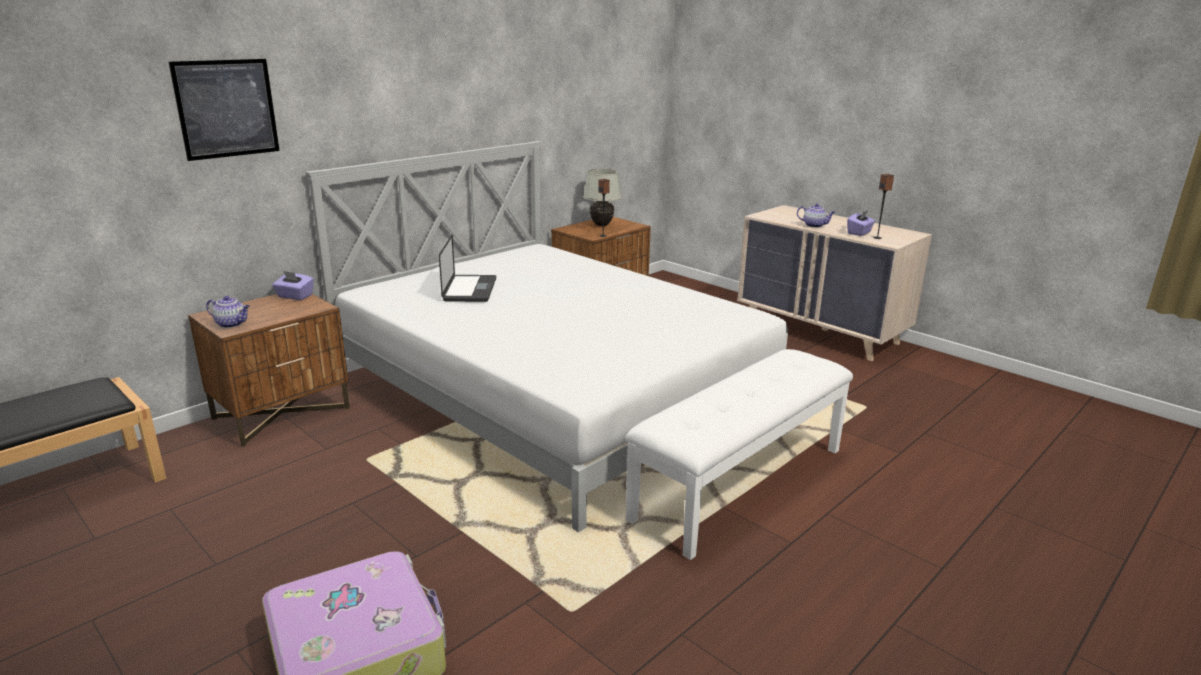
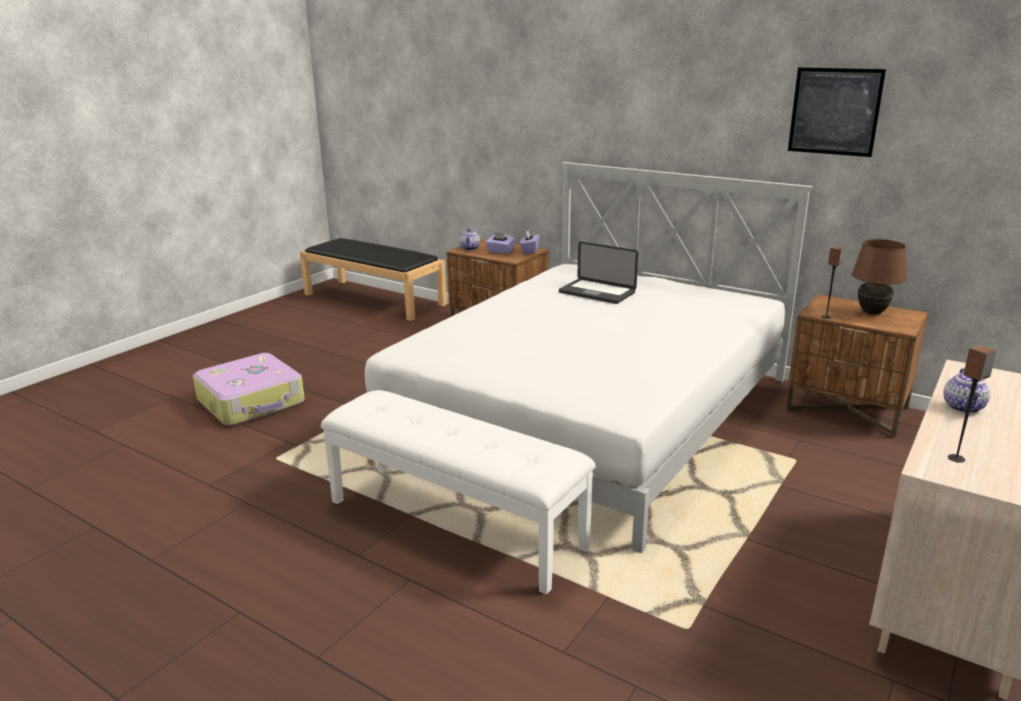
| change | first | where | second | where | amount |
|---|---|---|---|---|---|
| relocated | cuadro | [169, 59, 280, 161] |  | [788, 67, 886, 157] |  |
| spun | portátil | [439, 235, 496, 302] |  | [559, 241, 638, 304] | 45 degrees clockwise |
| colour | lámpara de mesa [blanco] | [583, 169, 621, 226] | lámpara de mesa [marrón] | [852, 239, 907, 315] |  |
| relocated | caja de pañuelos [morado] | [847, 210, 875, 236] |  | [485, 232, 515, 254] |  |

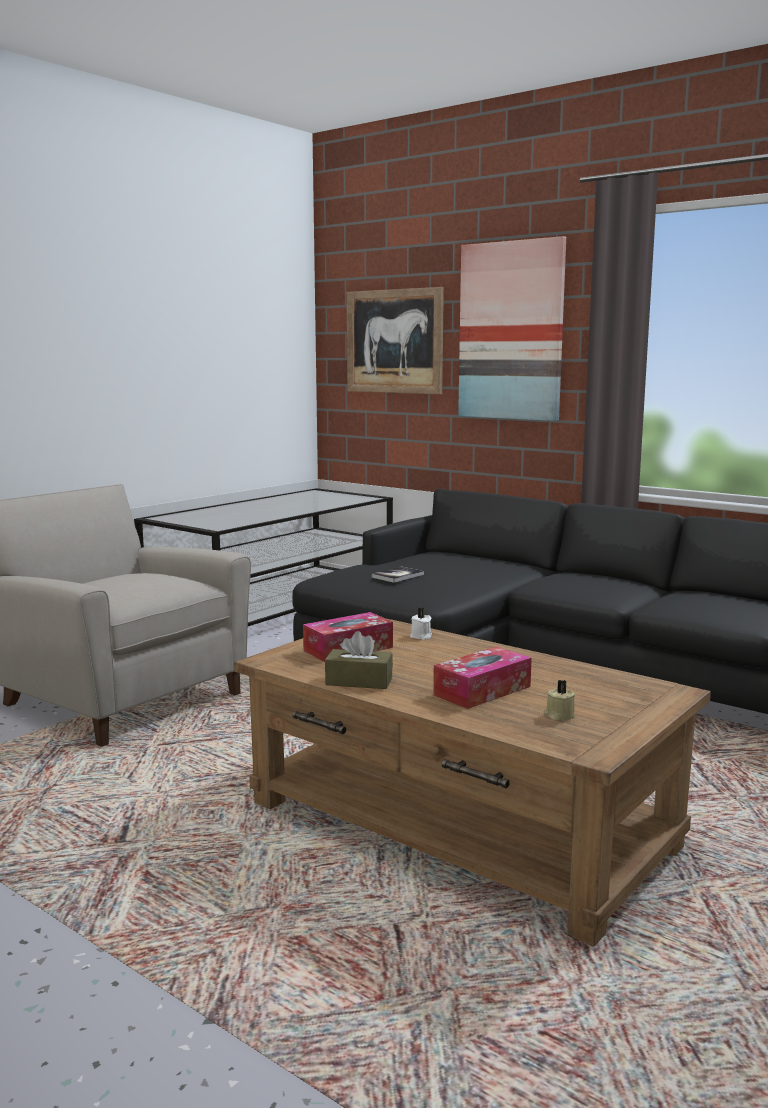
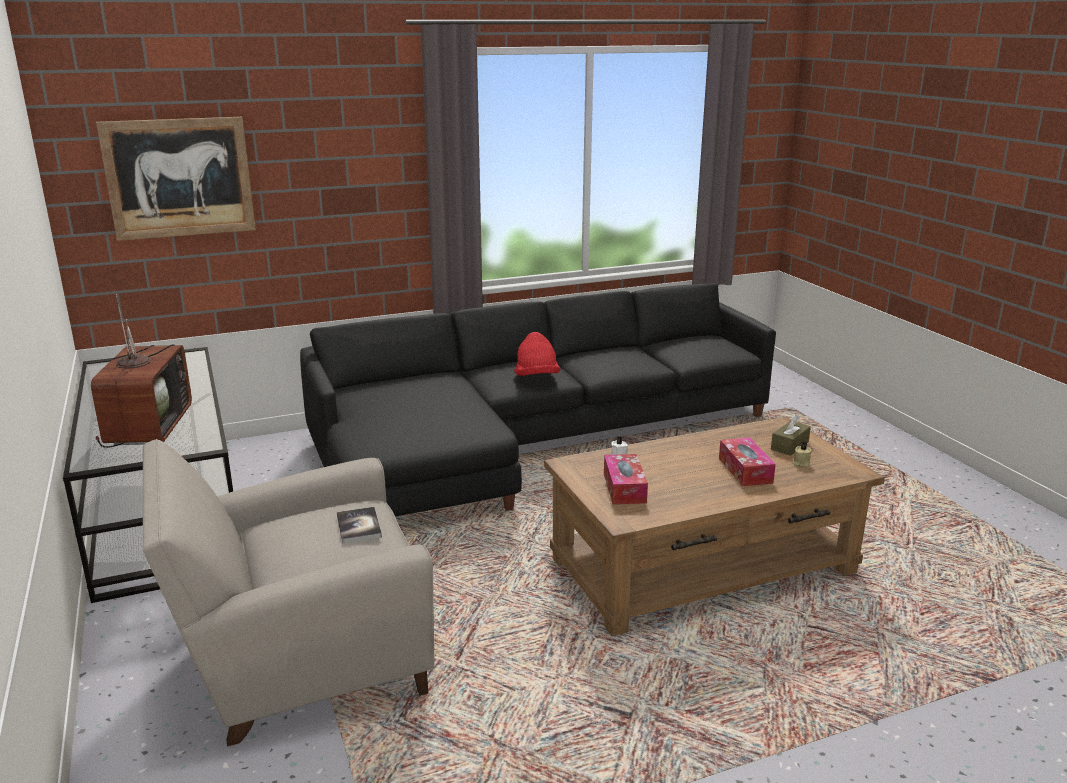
| change | first | where | second | where | amount |
|---|---|---|---|---|---|
| relocated | caja de pañuelos [marrón] | [325, 631, 393, 689] |  | [771, 414, 811, 456] |  |
| relocated | libro | [371, 566, 424, 583] |  | [337, 507, 382, 543] |  |
| missing | cuadro | [458, 236, 566, 421] |  |  |  |
| appeared |  |  | televisor | [91, 294, 192, 448] |  |
| appeared |  |  | sombrero [rojo] | [514, 332, 561, 376] |  |

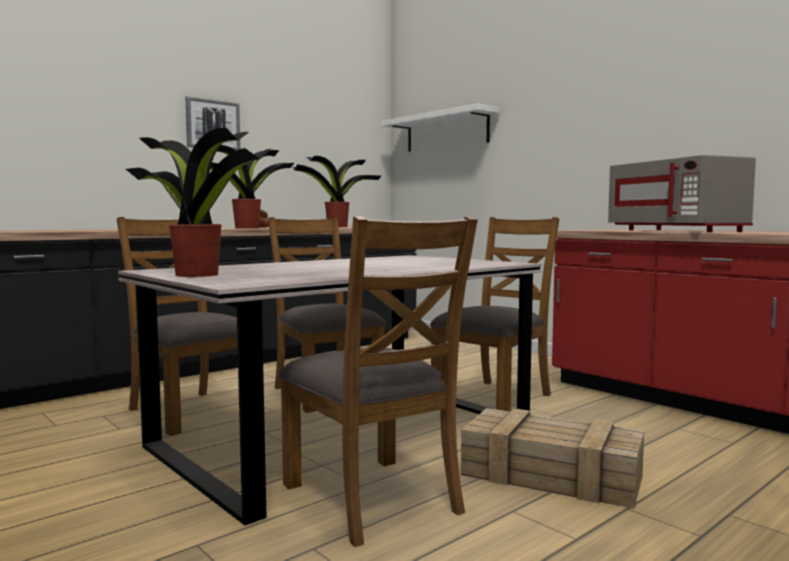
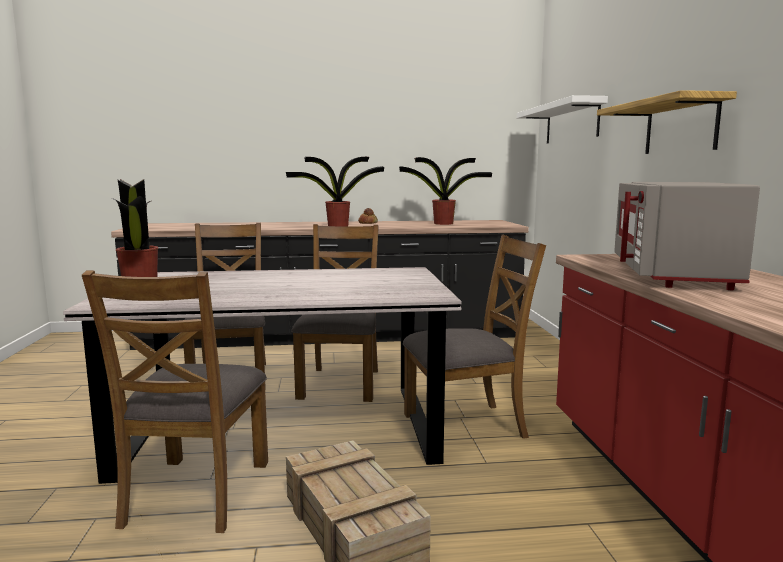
| change | first | where | second | where | amount |
|---|---|---|---|---|---|
| missing | cuadro | [186, 96, 240, 151] |  |  |  |
| appeared |  |  | estante | [597, 90, 737, 154] |  |

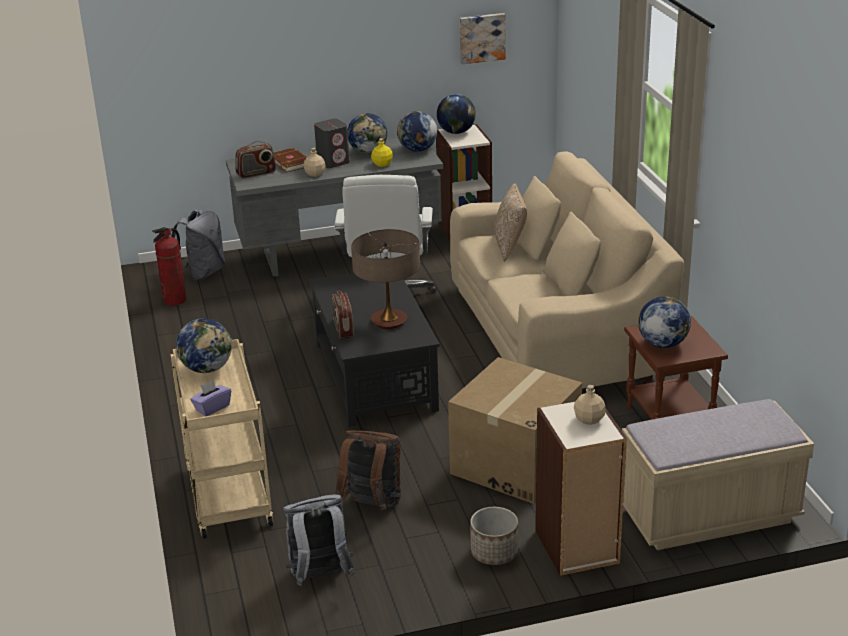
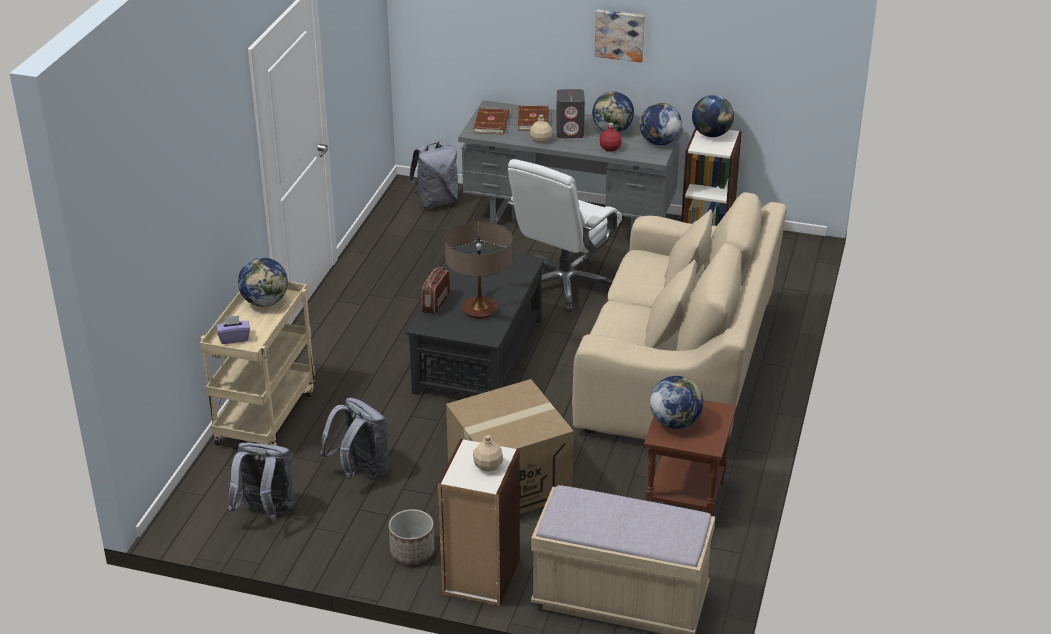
| change | first | where | second | where | amount |
|---|---|---|---|---|---|
| missing | extintor | [152, 227, 186, 306] |  |  |  |
| exchanged | radio | [235, 141, 276, 178] | libro [marrón] | [474, 108, 509, 134] |  |
| colour | mochila [marrón] | [336, 430, 401, 512] | mochila [gris] | [320, 398, 389, 479] |  |
| colour | botella [amarillo] | [371, 138, 393, 167] | botella [rojo] | [600, 123, 622, 152] |  |
| relocated | cuadro | [460, 13, 506, 64] |  | [594, 10, 645, 62] |  |
| missing | cojín | [494, 183, 527, 261] |  |  |  |

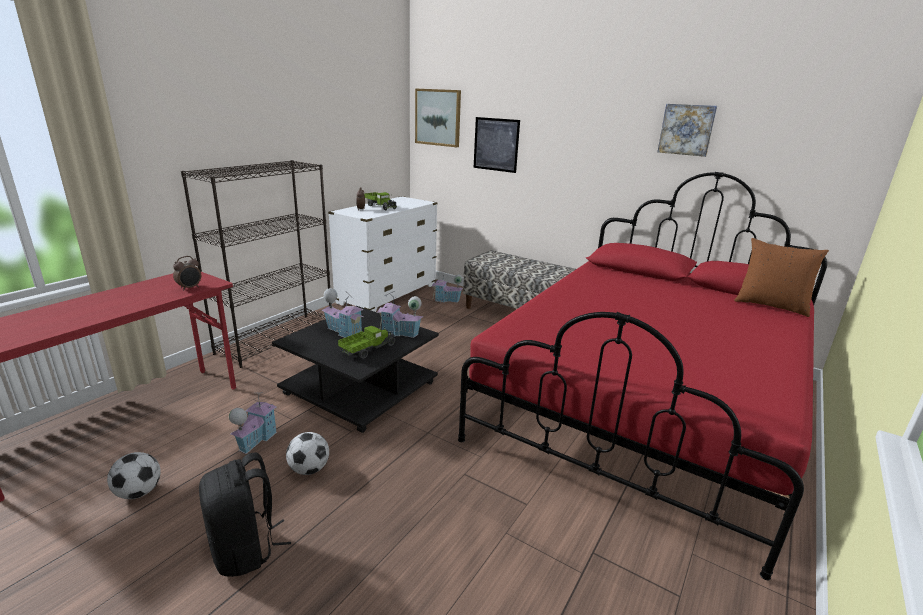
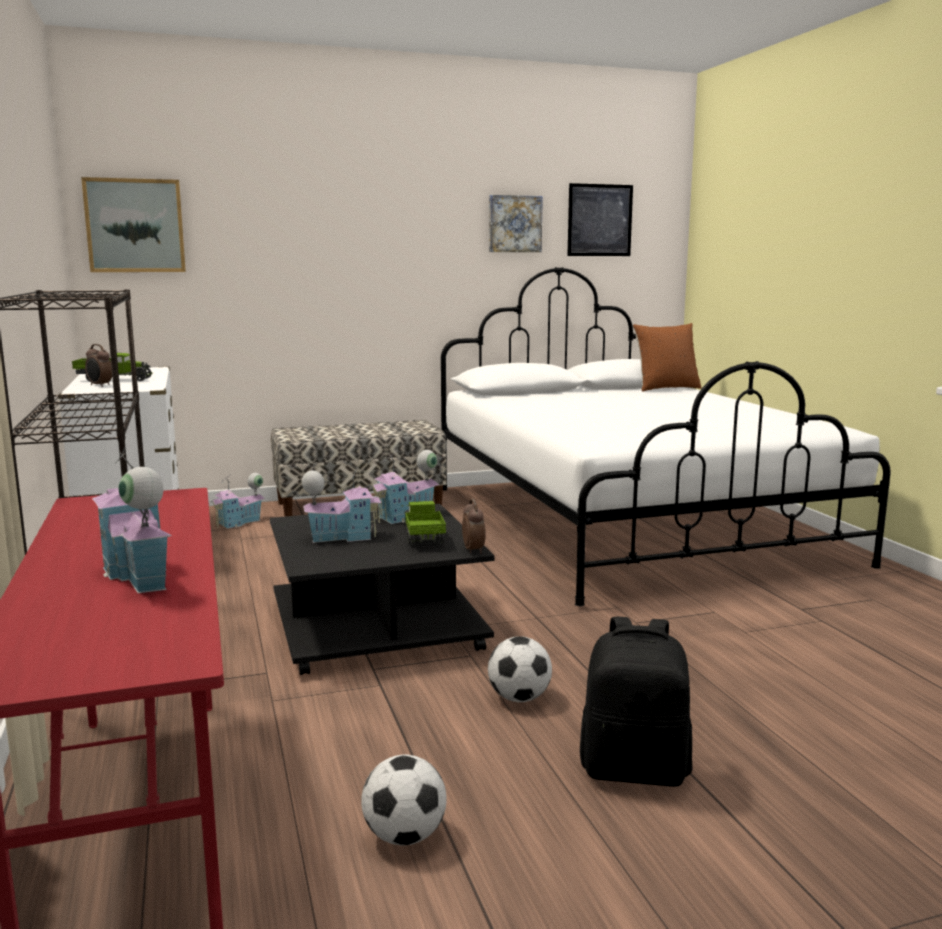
| change | first | where | second | where | amount |
|---|---|---|---|---|---|
| relocated | despertador | [173, 256, 201, 291] |  | [462, 499, 485, 554] |  |
| relocated | casita | [229, 391, 277, 454] |  | [92, 448, 172, 593] |  |
| colour | cama [rojo] | [458, 172, 827, 580] | cama [blanco] | [441, 267, 890, 606] |  |
| relocated | cuadro | [474, 117, 520, 173] |  | [567, 183, 633, 256] |  |

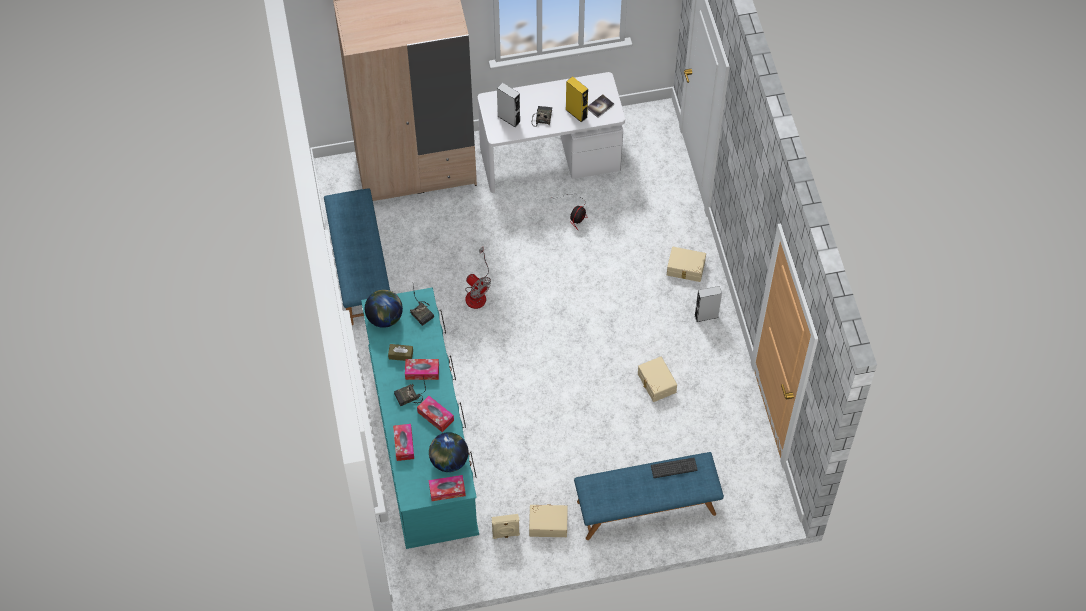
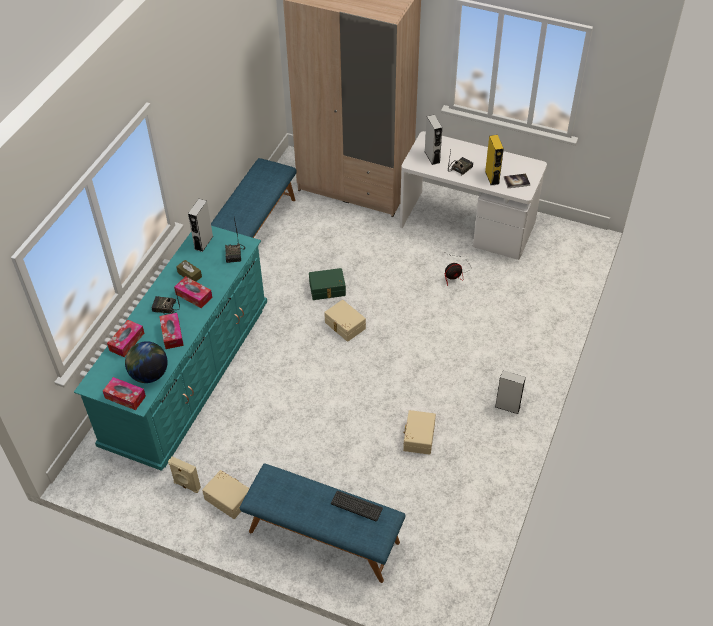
| change | first | where | second | where | amount |
|---|---|---|---|---|---|
| exchanged | globo terráqueo | [365, 290, 403, 328] | altavoz [gris] | [188, 199, 213, 252] |  |
| exchanged | ventilador | [465, 247, 491, 309] | caja de almacenaje [verde] | [309, 268, 346, 300] |  |
| relocated | caja de almacenaje [beis] | [667, 247, 706, 282] |  | [324, 300, 366, 342] |  |

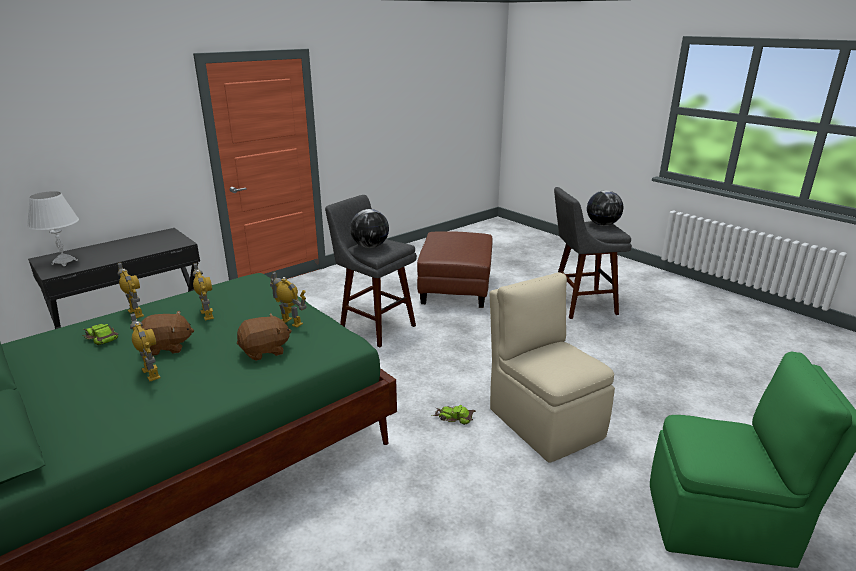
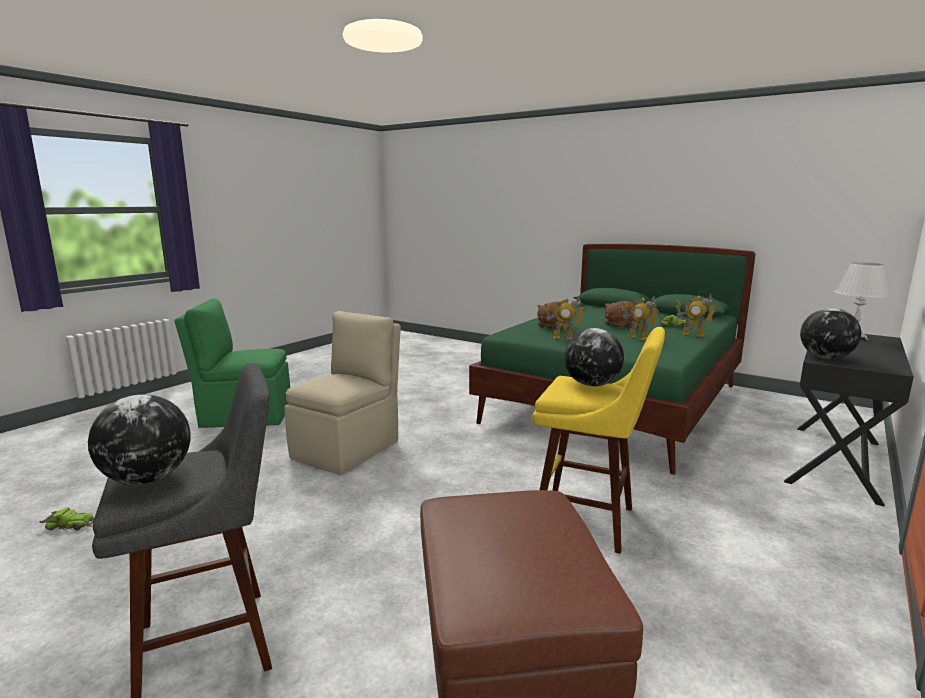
| change | first | where | second | where | amount |
|---|---|---|---|---|---|
| missing | robot de juguete | [130, 313, 161, 381] |  |  |  |
| colour | taburete [gris] | [325, 195, 417, 348] | taburete [amarillo] | [532, 327, 665, 554] |  |
| relocated | coche de juguete | [432, 405, 476, 425] |  | [39, 507, 94, 531] |  |
| spun | silla [beis] | [490, 272, 615, 463] |  | [284, 311, 401, 475] | 105 degrees counterclockwise |
| appeared |  |  | globo terráqueo | [800, 308, 861, 359] |  |

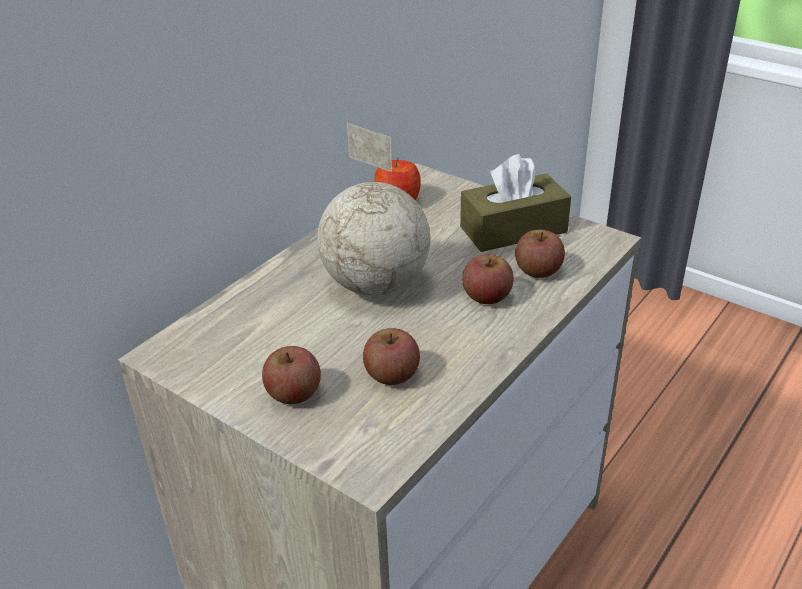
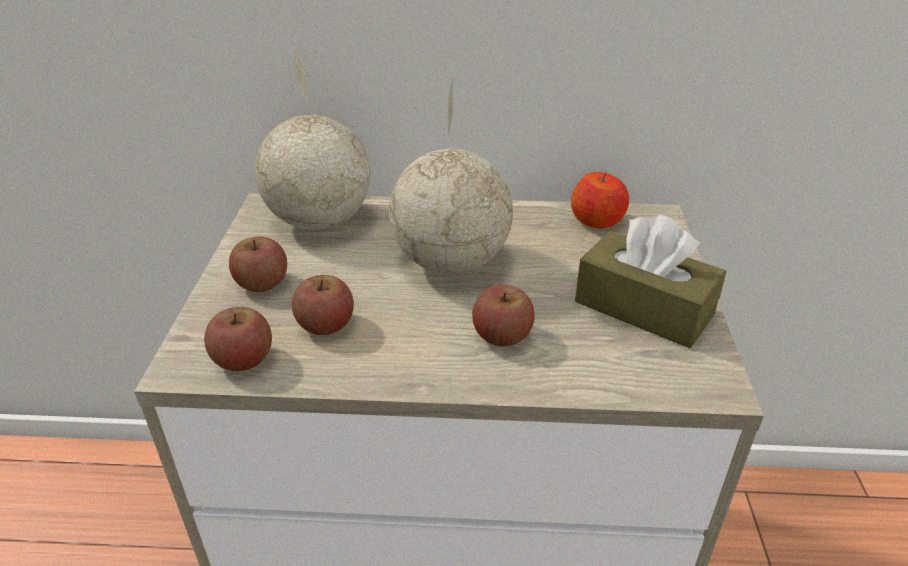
| change | first | where | second | where | amount |
|---|---|---|---|---|---|
| relocated | manzana | [515, 230, 565, 278] |  | [204, 307, 272, 371] |  |
| appeared |  |  | globo terráqueo | [255, 46, 370, 230] |  |

